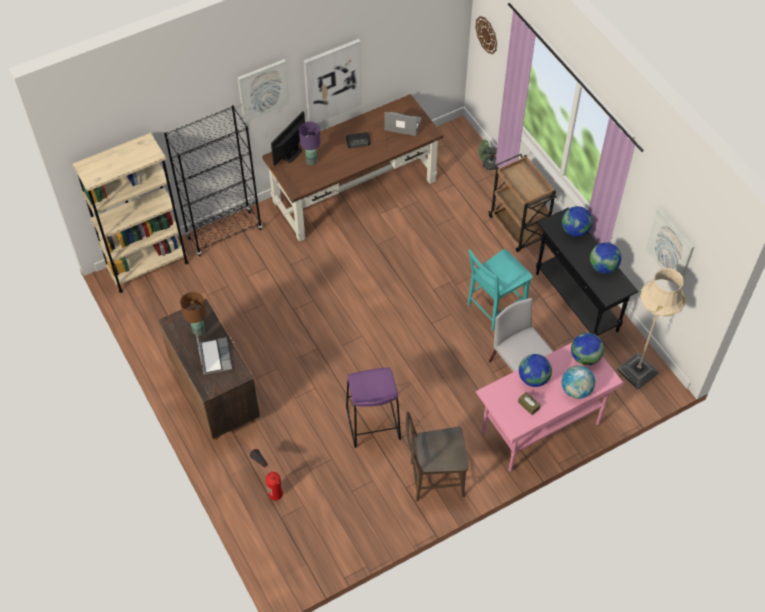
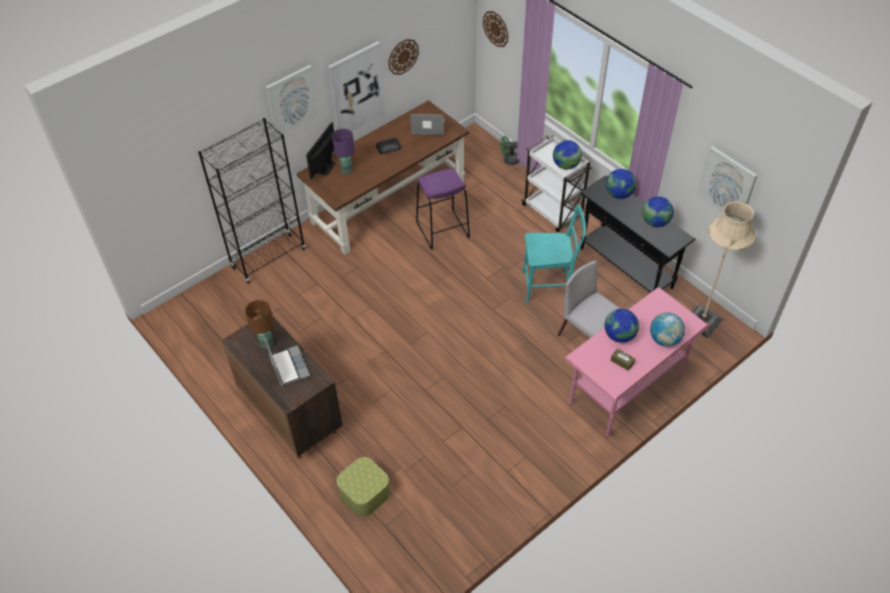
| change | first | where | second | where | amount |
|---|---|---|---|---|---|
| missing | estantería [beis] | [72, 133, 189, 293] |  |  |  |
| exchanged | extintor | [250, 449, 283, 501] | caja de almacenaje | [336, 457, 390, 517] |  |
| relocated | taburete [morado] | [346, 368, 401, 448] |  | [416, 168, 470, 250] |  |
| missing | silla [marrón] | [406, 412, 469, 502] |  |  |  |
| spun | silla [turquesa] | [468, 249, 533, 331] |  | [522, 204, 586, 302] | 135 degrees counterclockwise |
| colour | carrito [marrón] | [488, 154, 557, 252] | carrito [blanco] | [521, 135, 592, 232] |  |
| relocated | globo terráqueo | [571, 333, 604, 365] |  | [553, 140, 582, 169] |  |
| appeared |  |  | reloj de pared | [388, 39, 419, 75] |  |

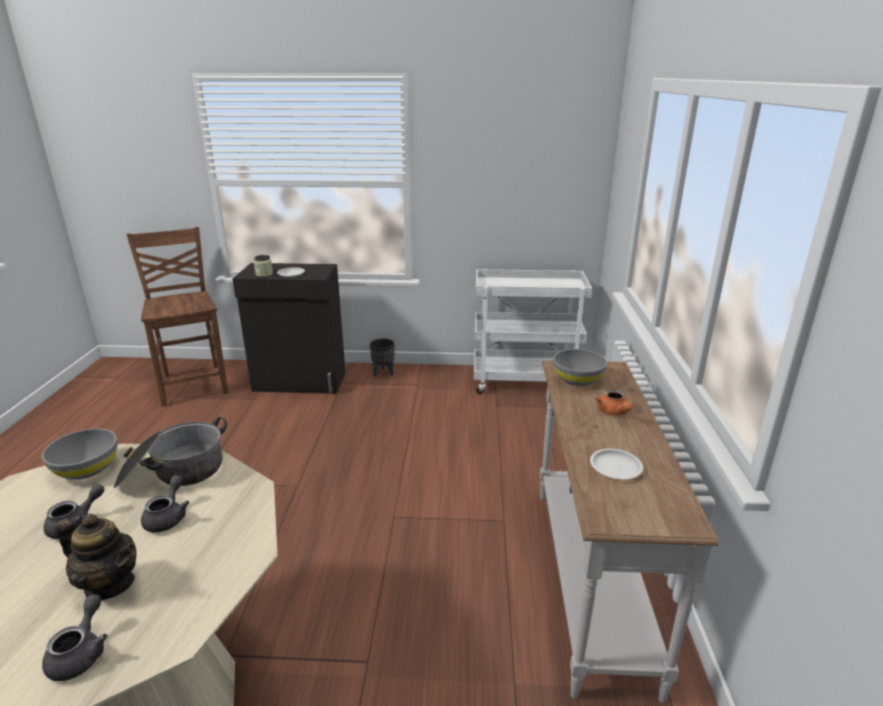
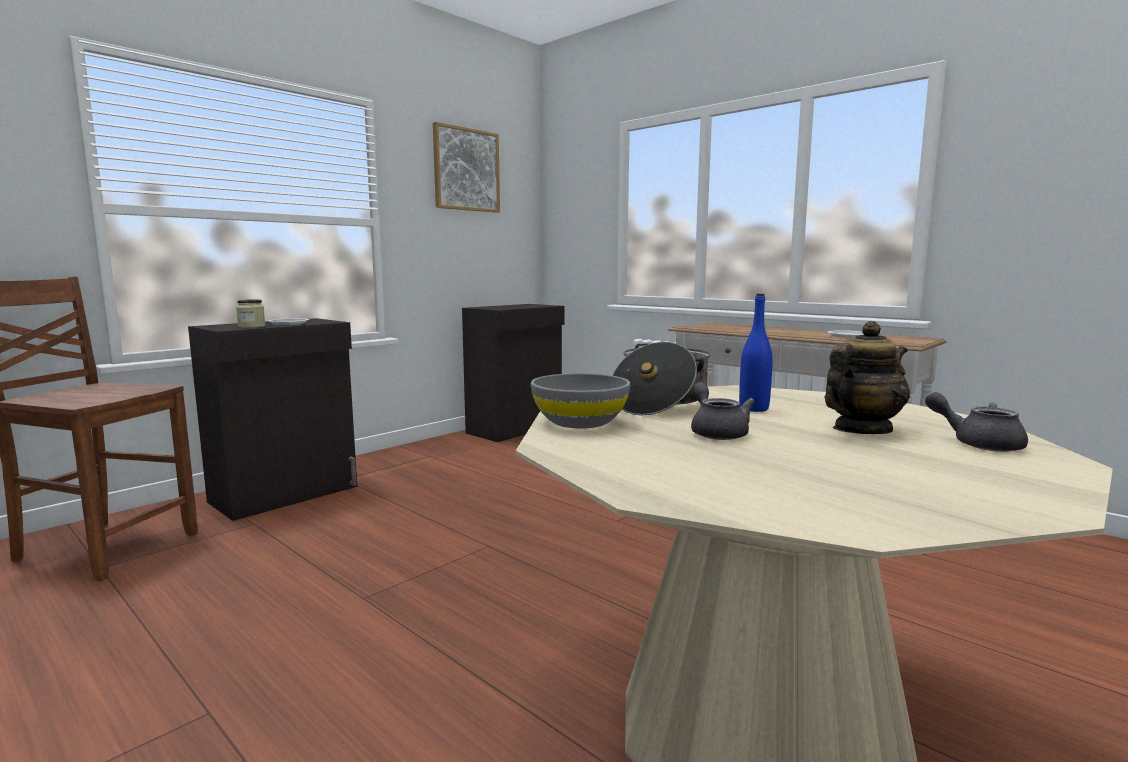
| change | first | where | second | where | amount |
|---|---|---|---|---|---|
| exchanged | tetera [gris] | [141, 475, 189, 533] | botella [azul] | [739, 294, 773, 412] |  |
| missing | maceta [negro] | [370, 338, 395, 377] |  |  |  |
| exchanged | carrito [blanco] | [474, 269, 592, 394] | armario [negro] | [462, 304, 564, 442] |  |
| missing | cuenco [gris] | [553, 349, 607, 386] |  |  |  |
| missing | tetera [naranja] | [595, 389, 632, 416] |  |  |  |
| appeared |  |  | cuadro | [433, 122, 500, 213] |  |

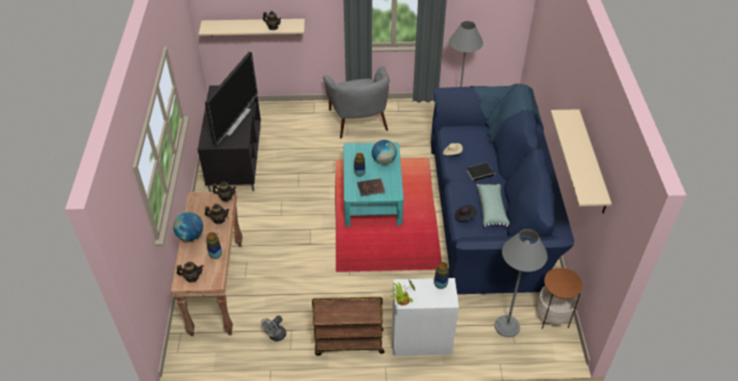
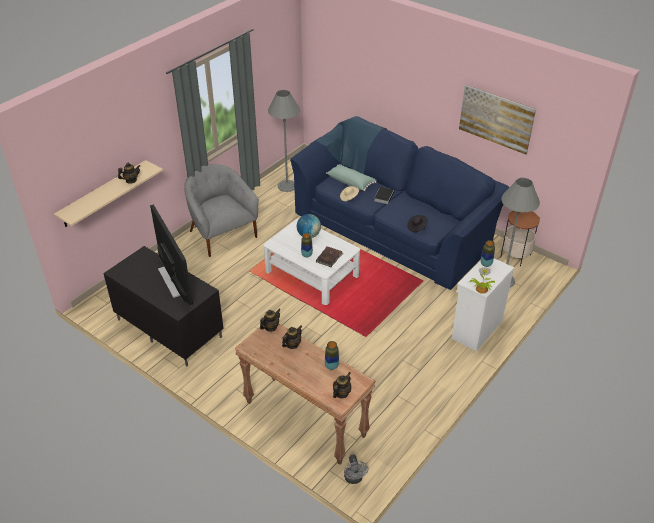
| change | first | where | second | where | amount |
|---|---|---|---|---|---|
| missing | globo terráqueo | [173, 212, 203, 241] |  |  |  |
| relocated | ventilador [gris] | [261, 315, 286, 342] |  | [344, 455, 368, 484] |  |
| missing | carrito [marrón] | [312, 297, 384, 356] |  |  |  |
| spun | sillón [gris] | [323, 67, 390, 138] |  | [184, 164, 259, 257] | 150 degrees counterclockwise |
| colour | mesa de centro [turquesa] | [343, 142, 404, 227] | mesa de centro [blanco] | [264, 218, 360, 305] |  |
| relocated | cojín [verde] | [477, 184, 510, 227] |  | [326, 164, 376, 191] |  |
| exchanged | estante [beis] | [551, 109, 612, 214] | cuadro | [459, 85, 536, 155] |  |

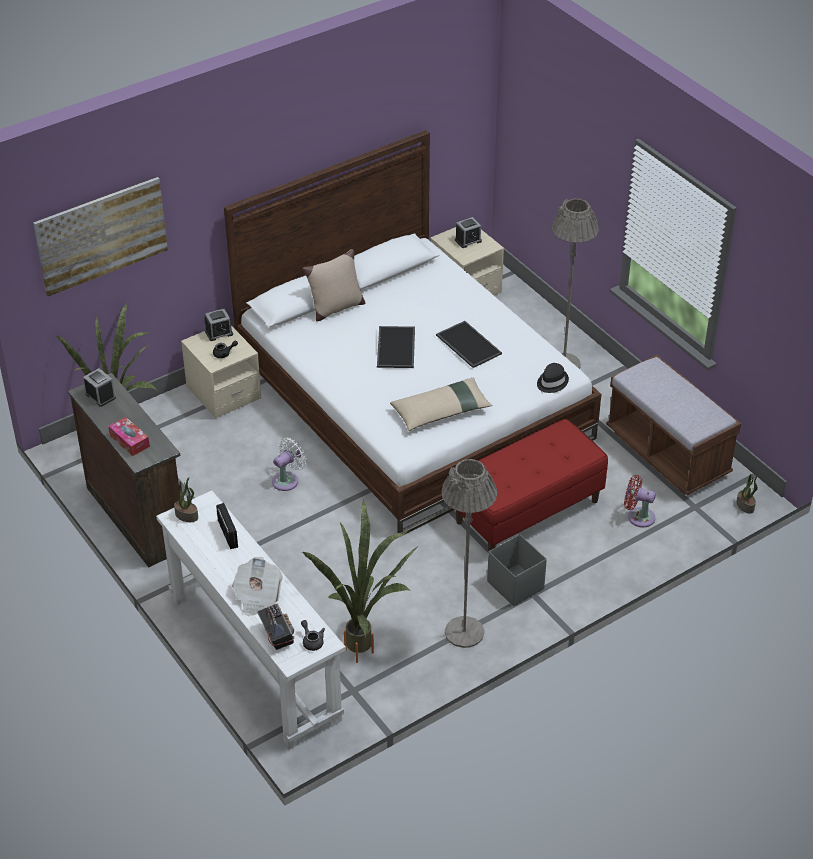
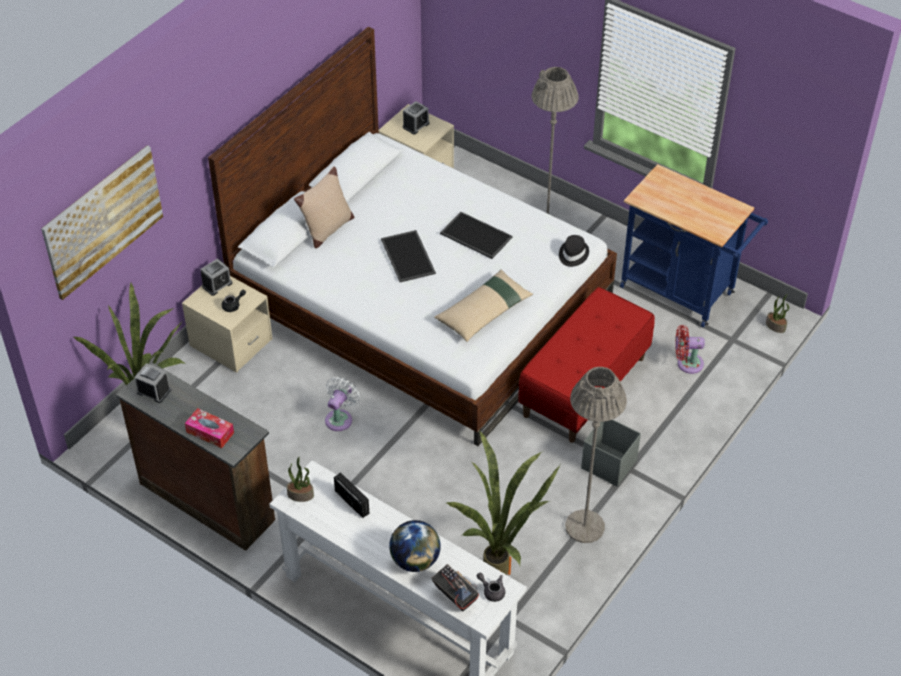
| change | first | where | second | where | amount |
|---|---|---|---|---|---|
| exchanged | periódico | [232, 557, 283, 616] | globo terráqueo | [389, 520, 441, 572] |  |
| exchanged | banco [marrón] | [606, 355, 741, 495] | carrito [azul] | [620, 164, 768, 327] |  |

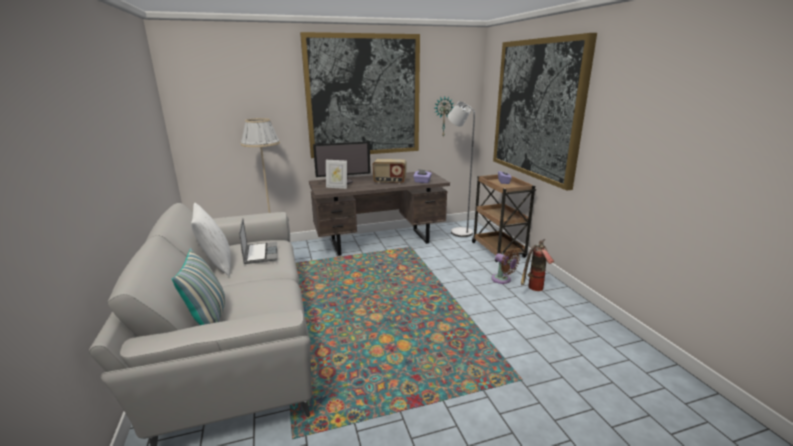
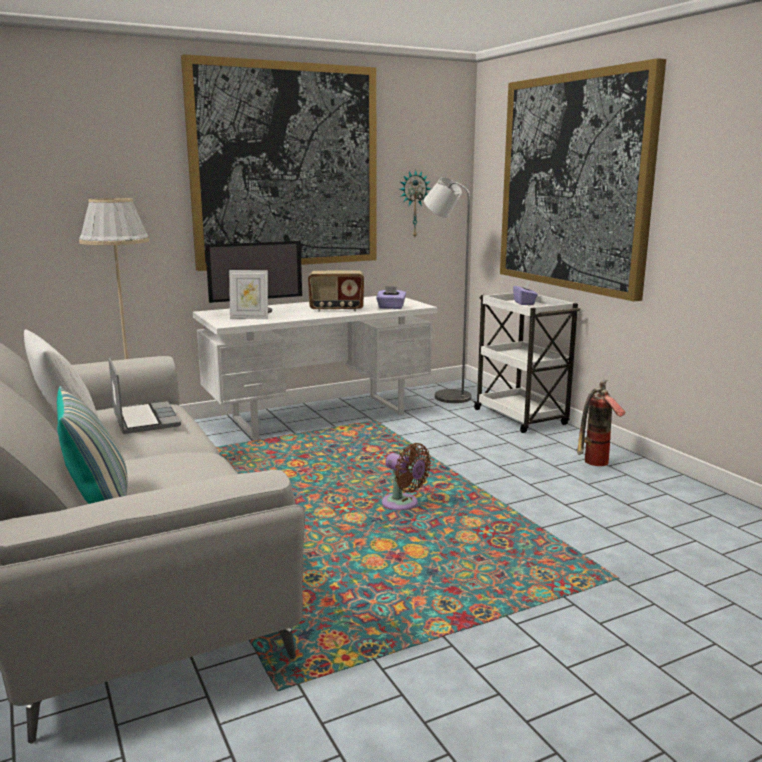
| change | first | where | second | where | amount |
|---|---|---|---|---|---|
| colour | escritorio [marrón] | [309, 171, 450, 256] | escritorio [blanco] | [193, 296, 437, 439] |  |
| colour | carrito [marrón] | [472, 174, 536, 262] | carrito [blanco] | [473, 293, 581, 433] |  |
| relocated | ventilador [marrón] | [491, 249, 520, 284] |  | [382, 443, 431, 510] |  |

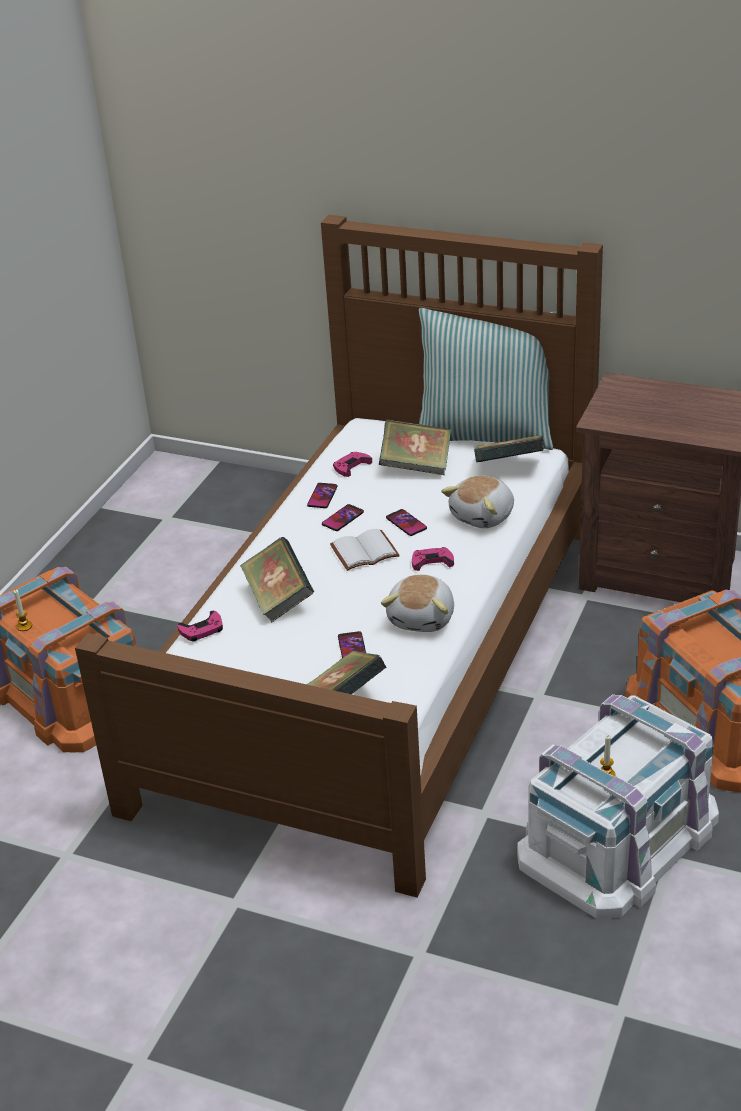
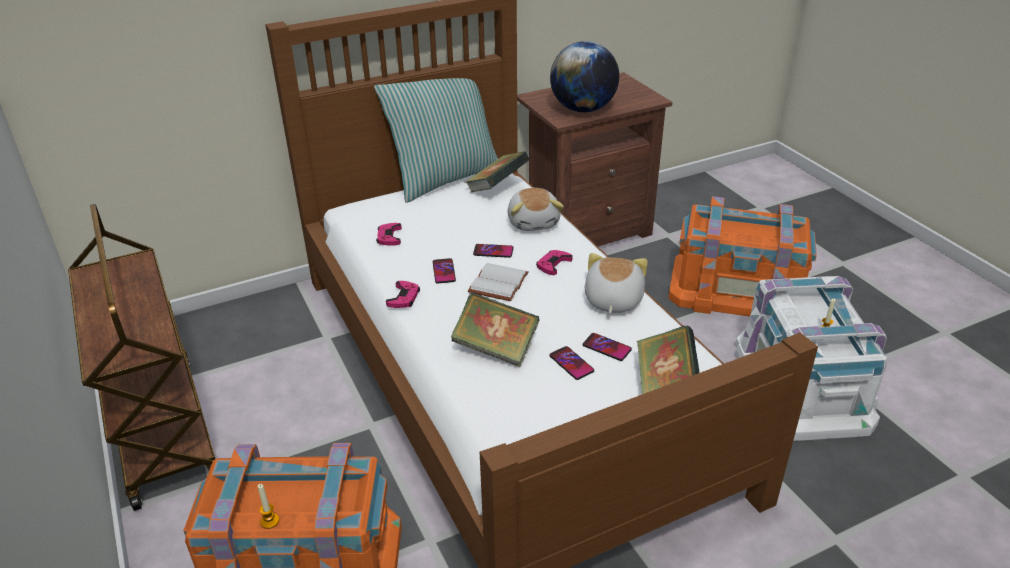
| change | first | where | second | where | amount |
|---|---|---|---|---|---|
| relocated | mando de consola [rosa] | [177, 611, 223, 642] |  | [386, 281, 420, 308] |  |
| relocated | móvil | [307, 483, 338, 508] |  | [550, 346, 594, 380] |  |
| missing | libro | [379, 419, 451, 475] |  |  |  |
| spun | peluche | [381, 575, 454, 632] |  | [585, 253, 648, 314] | 135 degrees counterclockwise |
| appeared |  |  | carrito [marrón] | [68, 204, 215, 511] |  |
| appeared |  |  | globo terráqueo | [550, 41, 619, 113] |  |

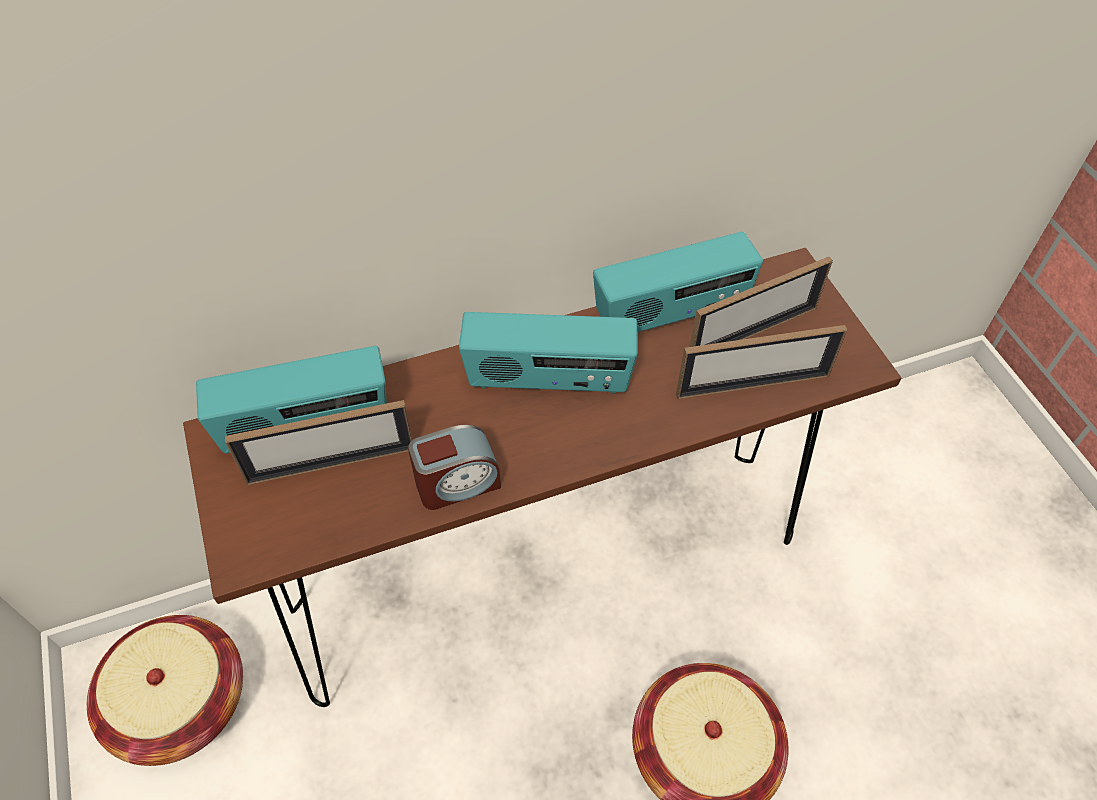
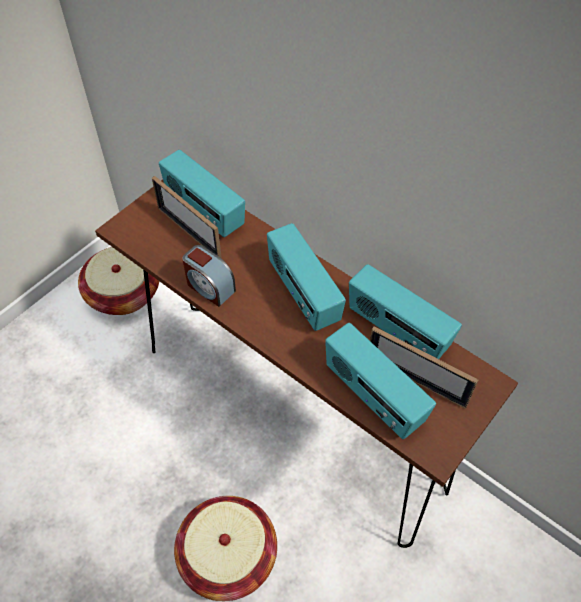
| change | first | where | second | where | amount |
|---|---|---|---|---|---|
| exchanged | portarretratos | [676, 325, 847, 399] | radio | [325, 323, 436, 439] |  |

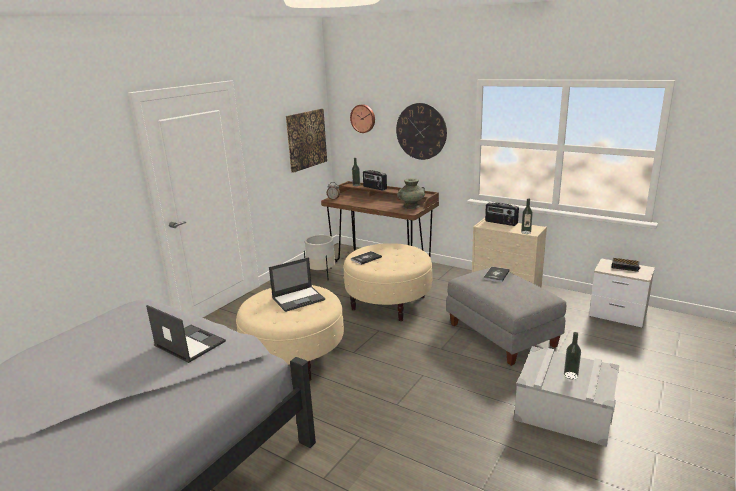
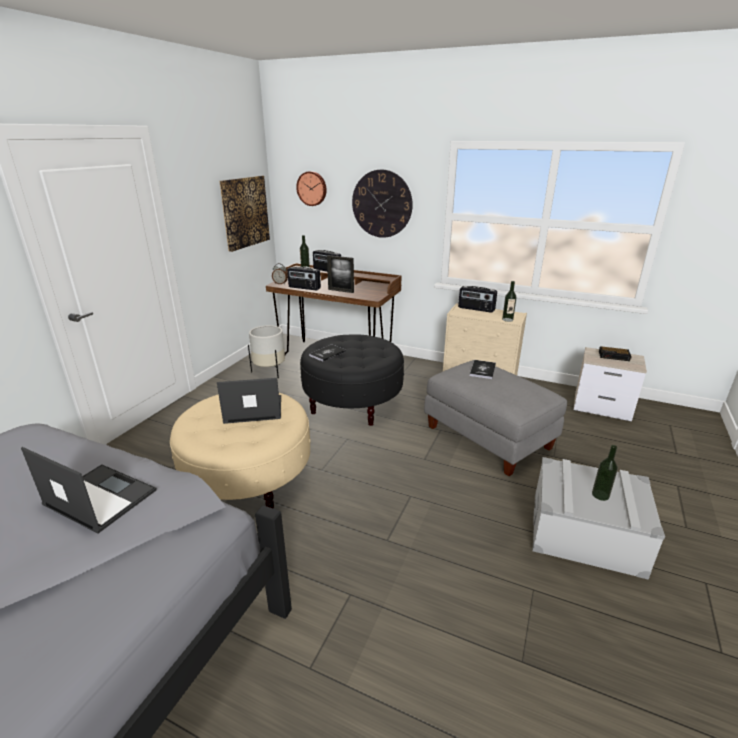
| change | first | where | second | where | amount |
|---|---|---|---|---|---|
| spun | portátil | [269, 257, 325, 312] |  | [217, 378, 281, 424] | 150 degrees counterclockwise |
| colour | puf [beis] | [343, 243, 432, 321] | puf [negro] | [300, 335, 404, 426] |  |
| missing | florero [turquesa] | [397, 178, 425, 209] |  |  |  |
| appeared |  |  | radio | [287, 267, 321, 290] |  |
| appeared |  |  | portarretratos | [327, 255, 354, 293] |  |

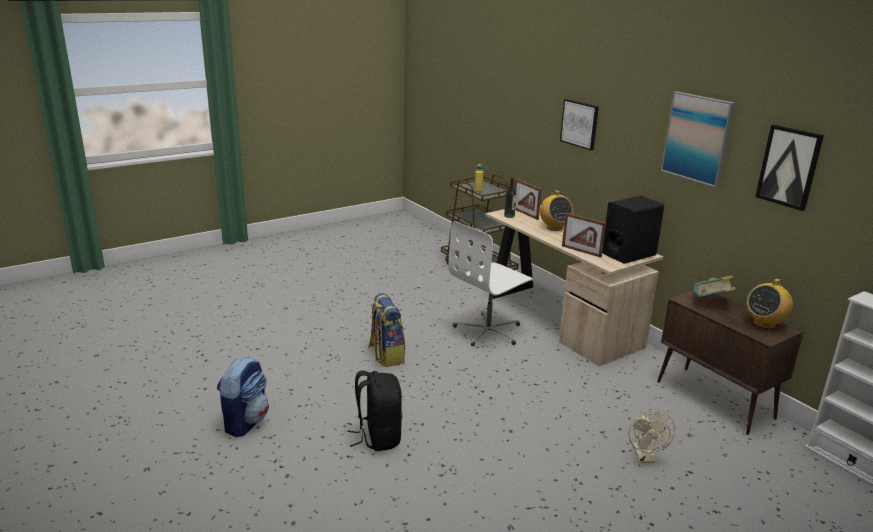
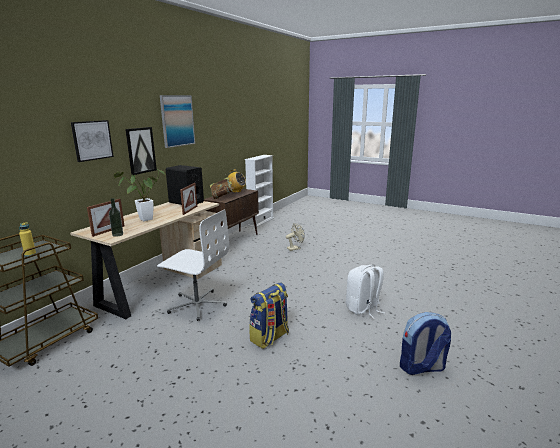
| change | first | where | second | where | amount |
|---|---|---|---|---|---|
| colour | mochila [negro] | [347, 370, 402, 451] | mochila [blanco] | [346, 265, 385, 319] |  |
| exchanged | radio | [540, 190, 573, 231] | planta en maceta | [114, 170, 165, 221] |  |
| relocated | cuadro | [755, 124, 824, 211] |  | [125, 127, 157, 175] |  |

